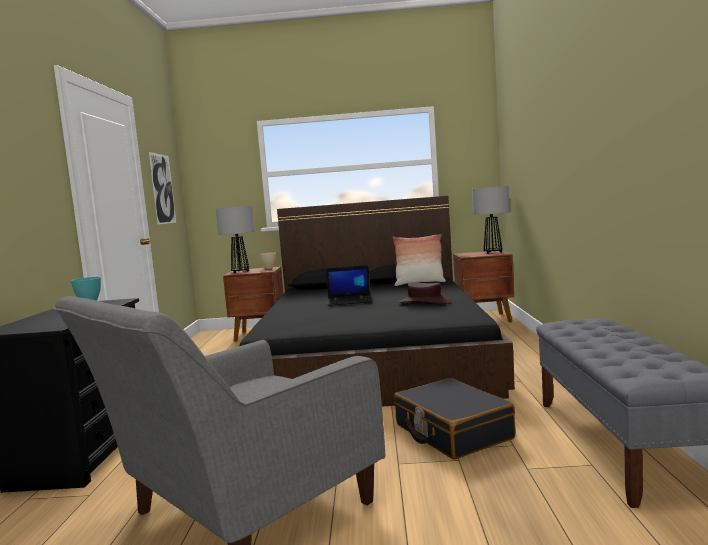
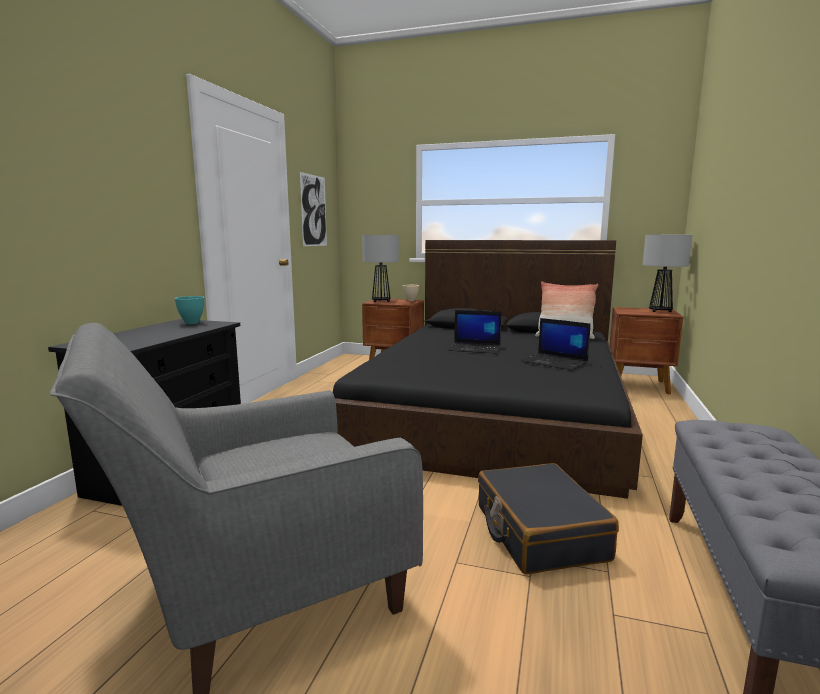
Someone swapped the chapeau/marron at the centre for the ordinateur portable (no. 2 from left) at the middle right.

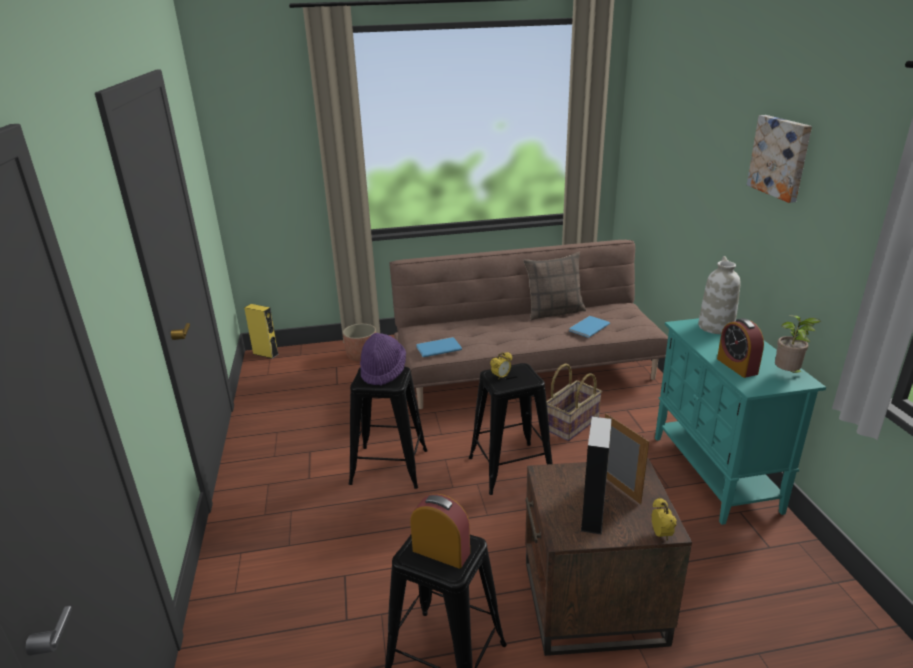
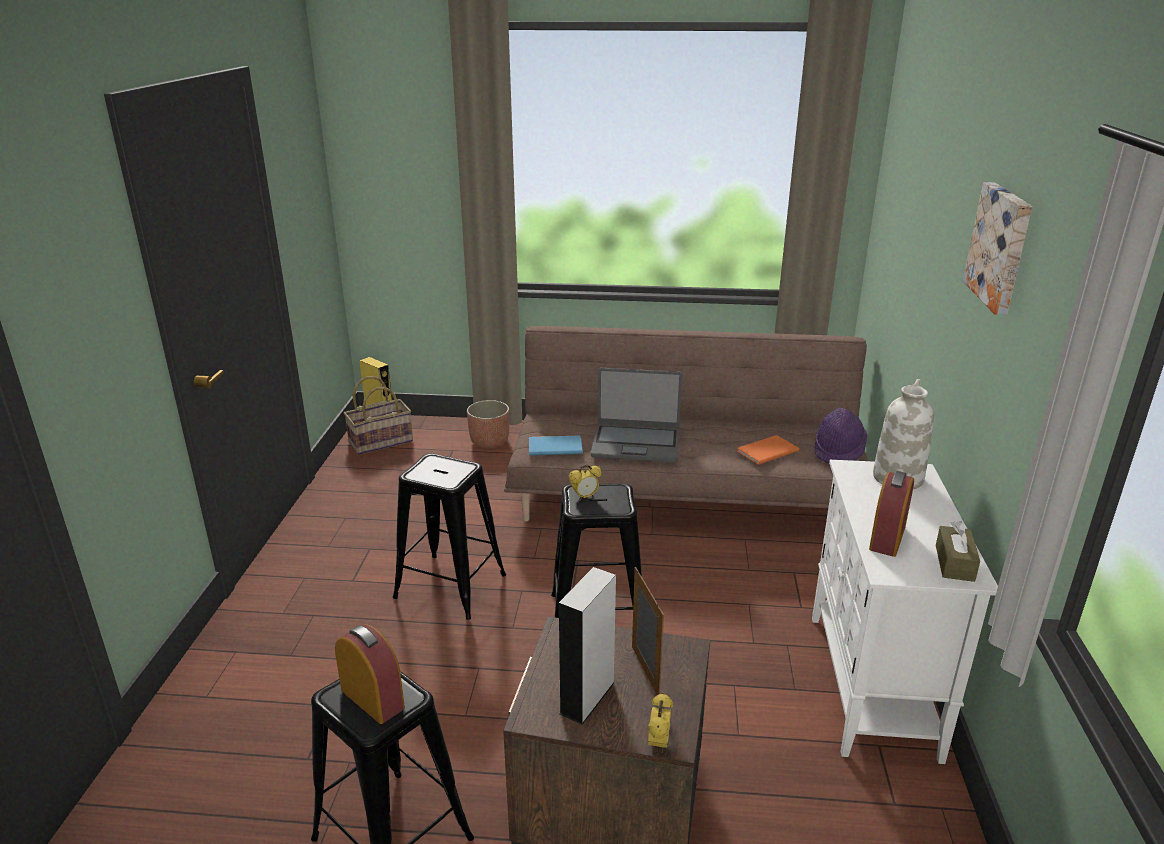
Someone carried the panier from the centre to the middle left. Someone put down the ordinateur portable at the centre. Someone repainted the livre/bleu (no. 2 from left) at the centre, which became the livre/orange at the centre. Someone repainted the meuble de rangement/turquoise at the middle right, which became the meuble de rangement/blanc at the bottom right. Someone carried the chapeau/violet from the centre to the middle right. Someone rotated the réveil (no. 4 from left) at the middle right by 150 degrees counterclockwise. Someone swapped the plante en pot at the middle right for the boîte à mouchoirs/marron at the middle right. Someone took away the coussin at the centre.

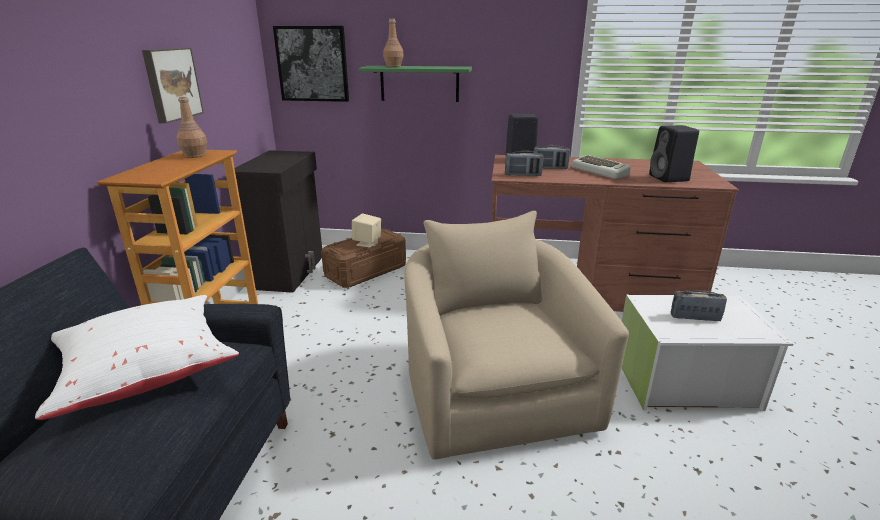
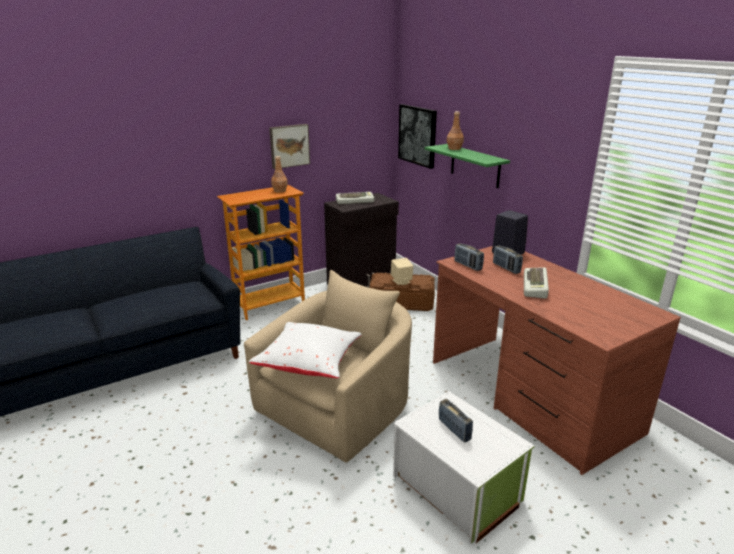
Someone carried the coussin/blanc from the bottom left to the centre. Someone put down the clavier (no. 1 from left) at the centre. Someone took away the enceinte/noir (no. 2 from left) at the top right.

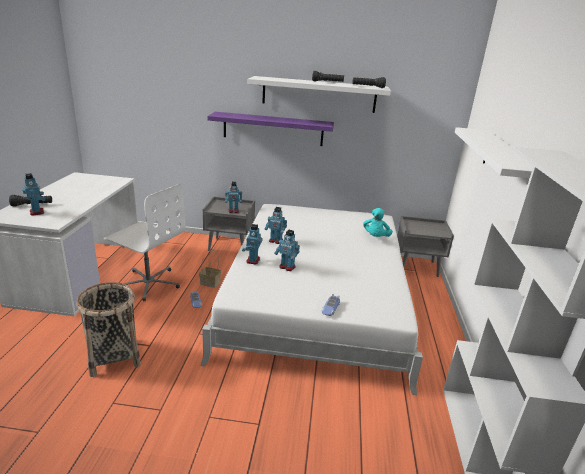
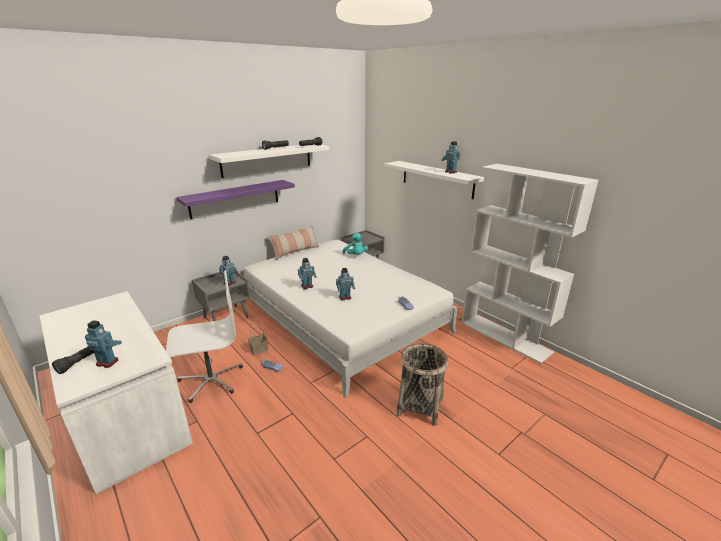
Someone put down the coussin at the centre. Someone carried the panier (no. 1 from left in the first image) from the bottom left to the bottom centre. Someone carried the robot jouet (no. 3 from left in the first image) from the centre to the top centre.

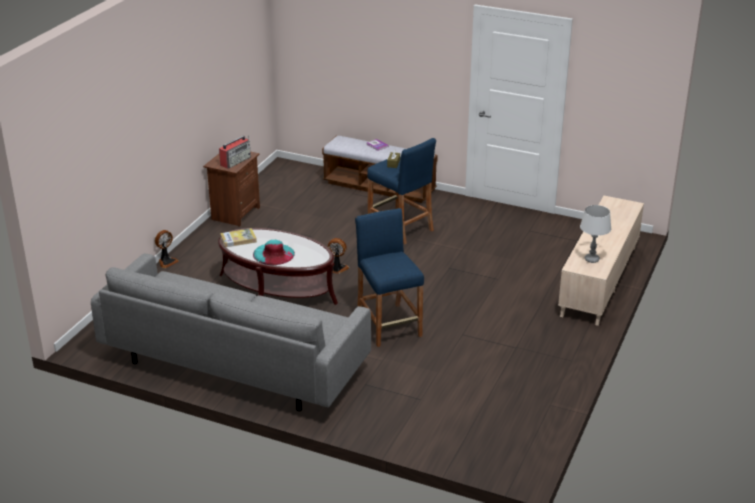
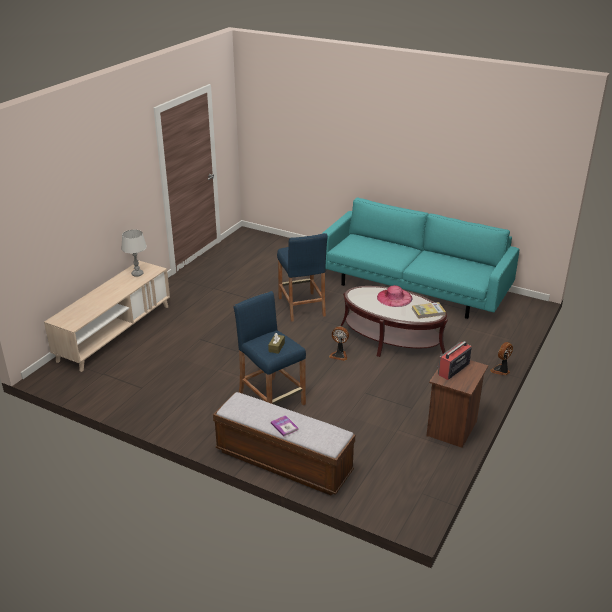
Someone repainted the canapé/gris at the middle left, which became the canapé/turquoise at the middle right. Someone repainted the chapeau/turquoise at the centre, which became the chapeau/rose at the centre.

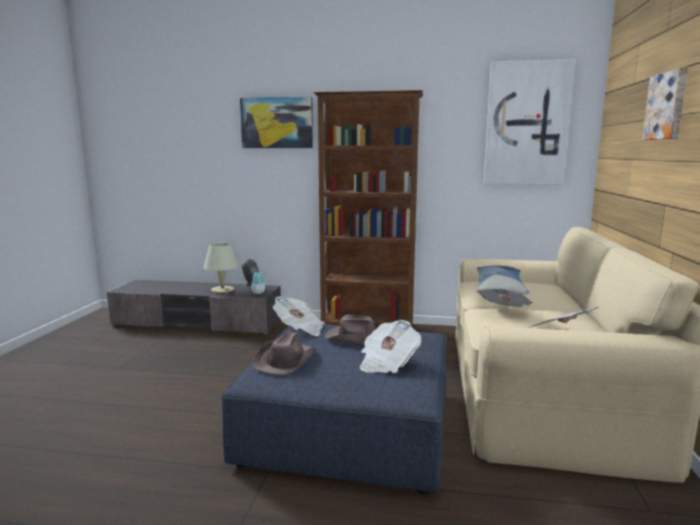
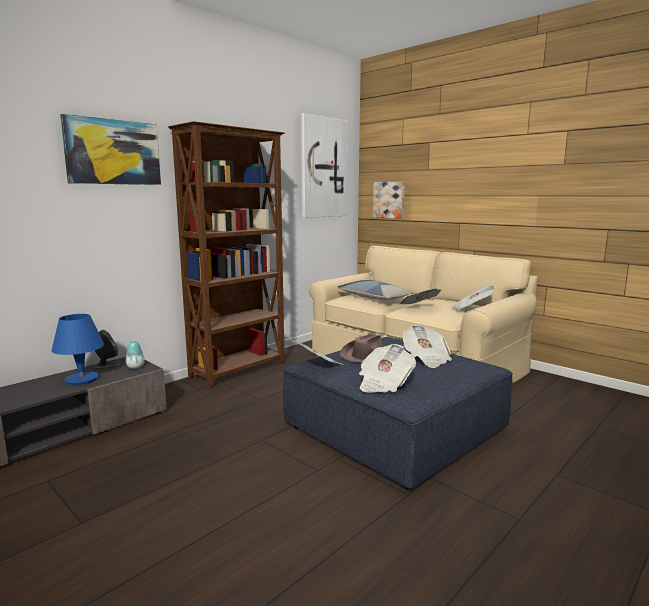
Someone repainted the lampe de table/beige at the middle left, which became the lampe de table/bleu at the middle left. Someone swapped the chapeau/marron (no. 1 from left) at the bottom centre for the journal (no. 2 from left) at the centre. Someone carried the tableau (no. 3 from left) from the top right to the top centre.

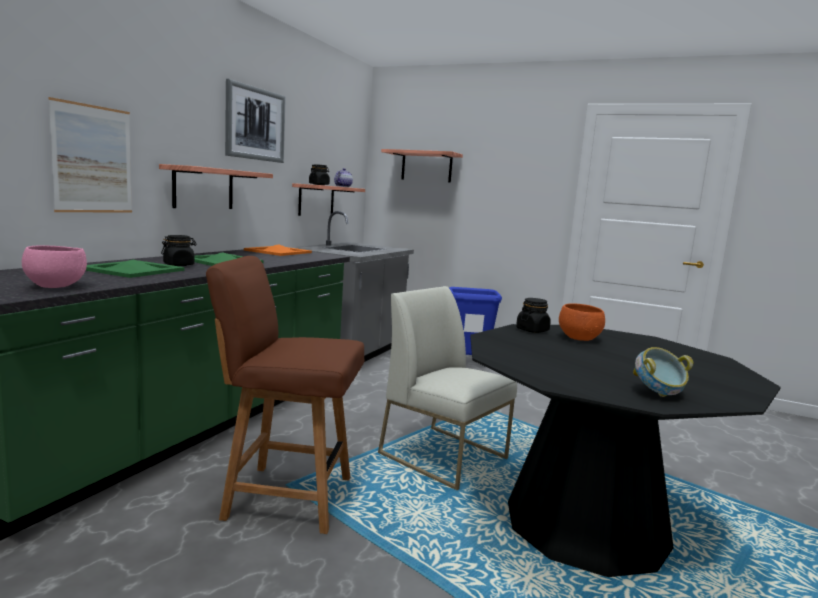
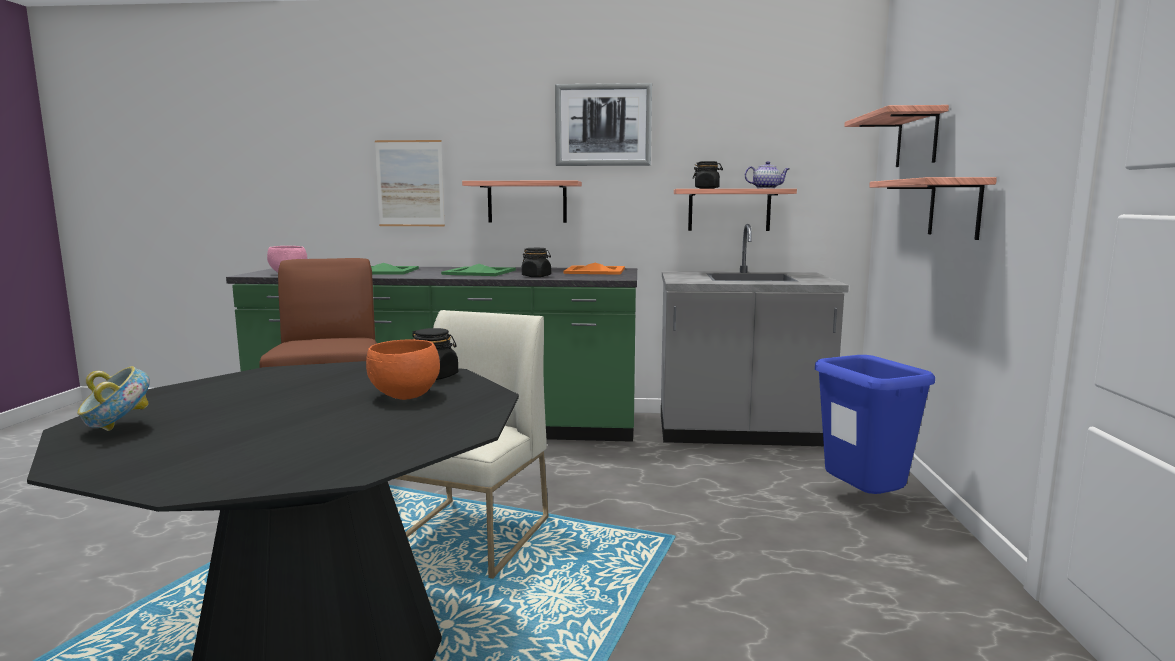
Someone carried the bocal/noir (no. 1 from left in the first image) from the middle left to the centre. Someone put up the étagère (no. 4 from left) at the top right.

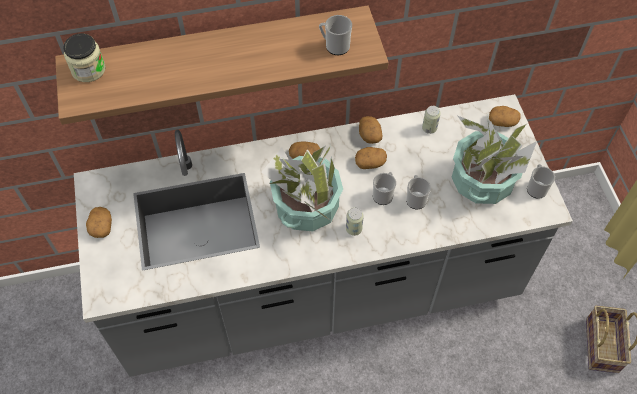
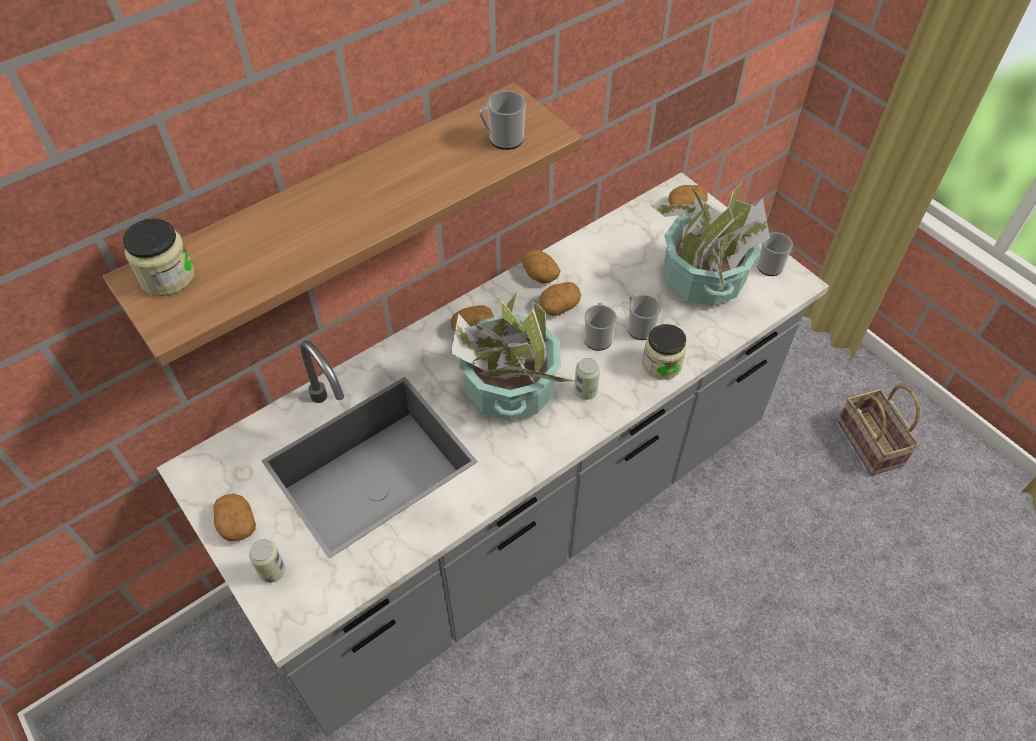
Someone carried the boîte métallique (no. 2 from left in the first image) from the top right to the bottom left. Someone put down the bocal (no. 2 from left) at the centre.

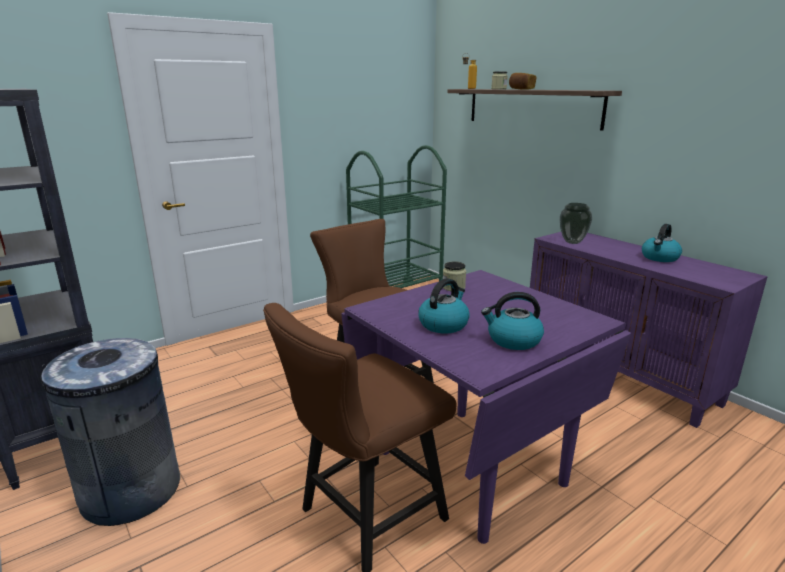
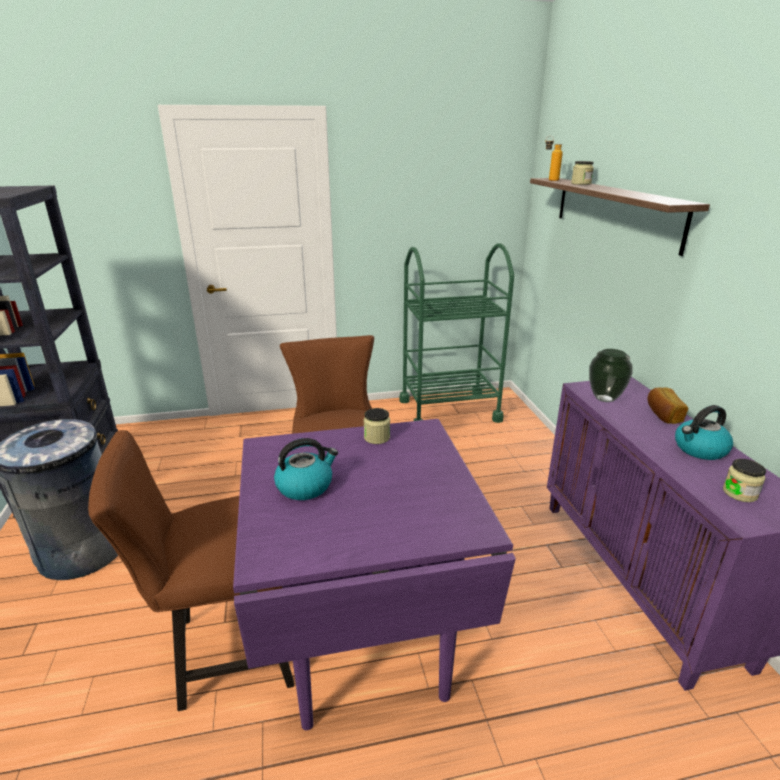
Someone carried the pain from the top centre to the middle right. Someone put down the bocal (no. 3 from left) at the middle right. Someone took away the bouilloire (no. 2 from left) at the centre.

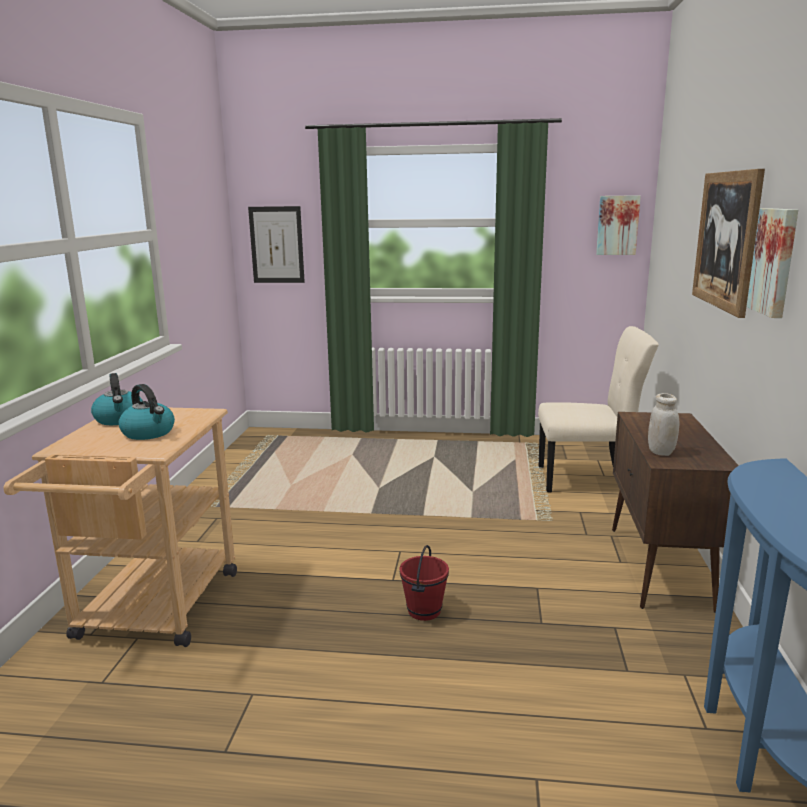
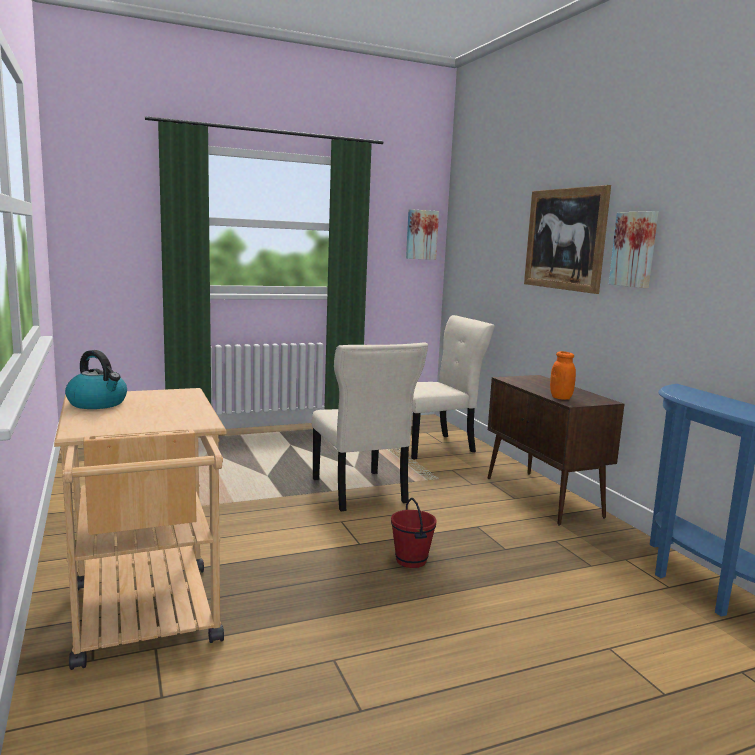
Someone put down the chaise/beige (no. 1 from left) at the centre. Someone repainted the bocal/blanc at the middle right, which became the bocal/orange at the middle right. Someone took away the bouilloire (no. 2 from left) at the middle left. Someone took away the tableau (no. 1 from left) at the top centre.

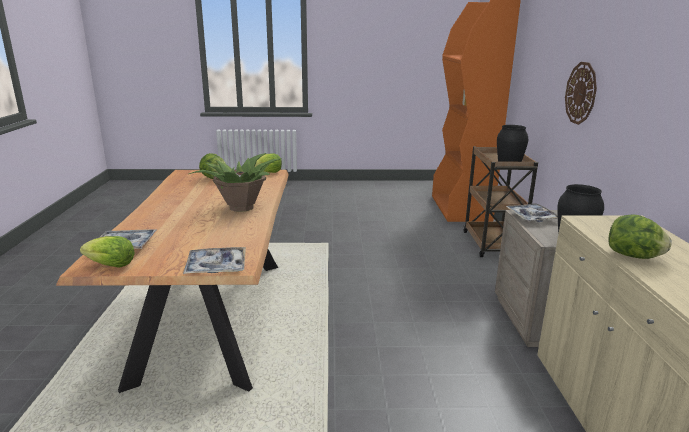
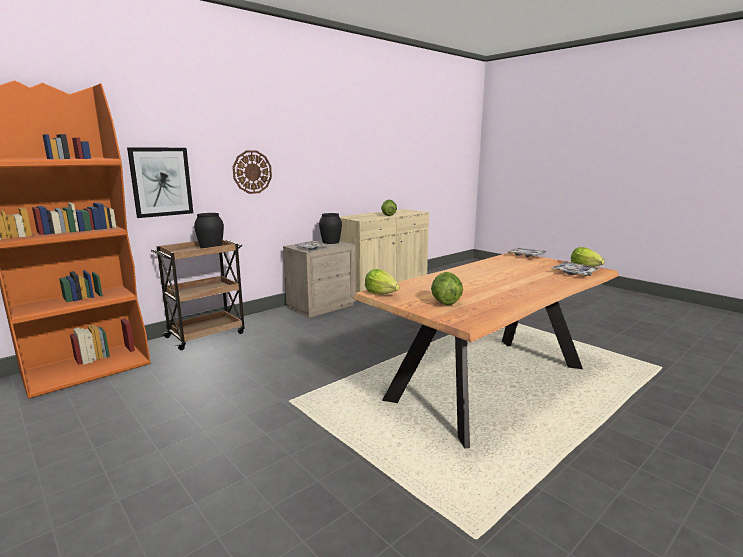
Someone put up the tableau at the top left. Someone took away the plante en pot at the centre.

